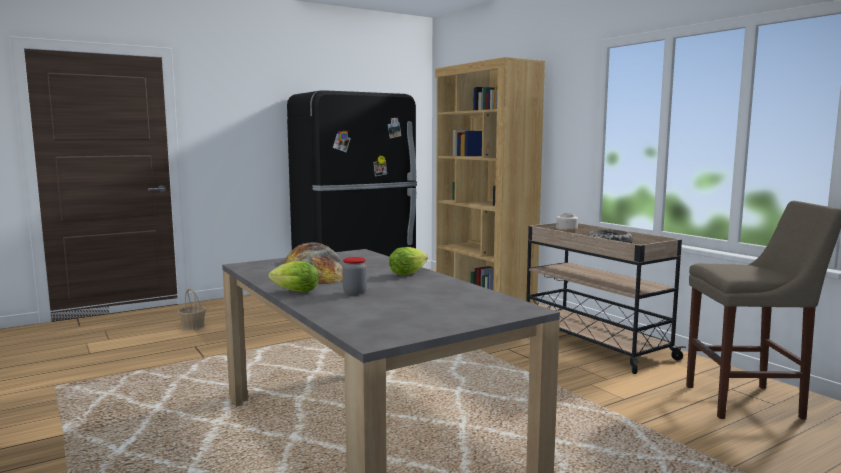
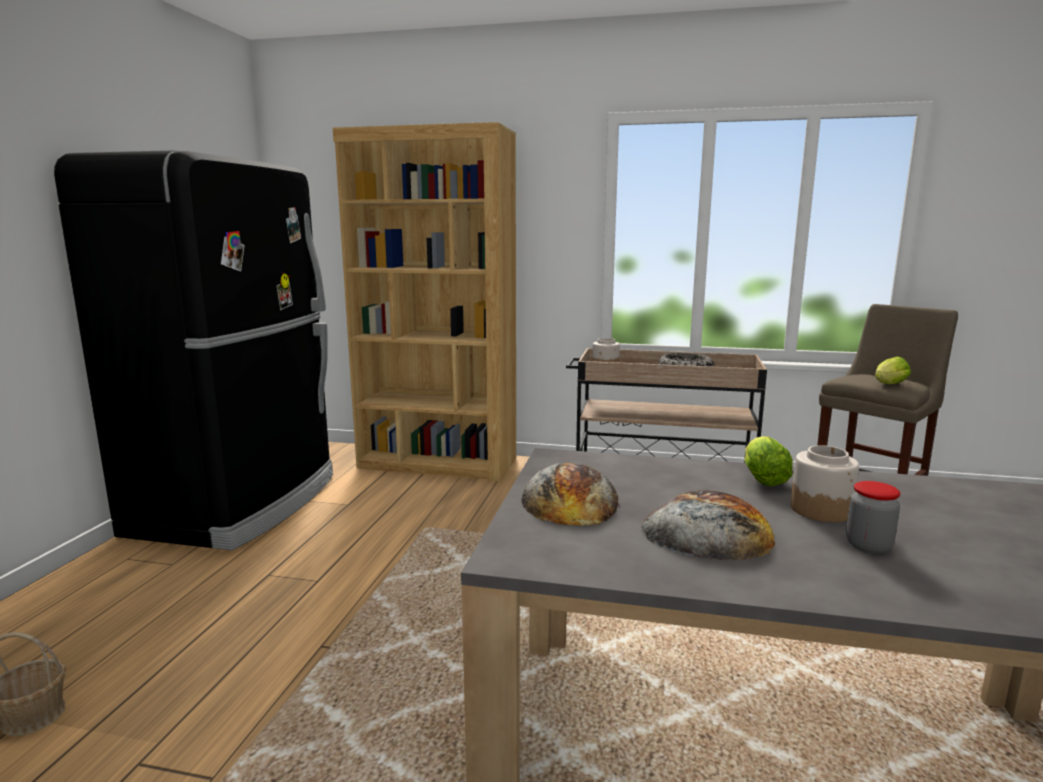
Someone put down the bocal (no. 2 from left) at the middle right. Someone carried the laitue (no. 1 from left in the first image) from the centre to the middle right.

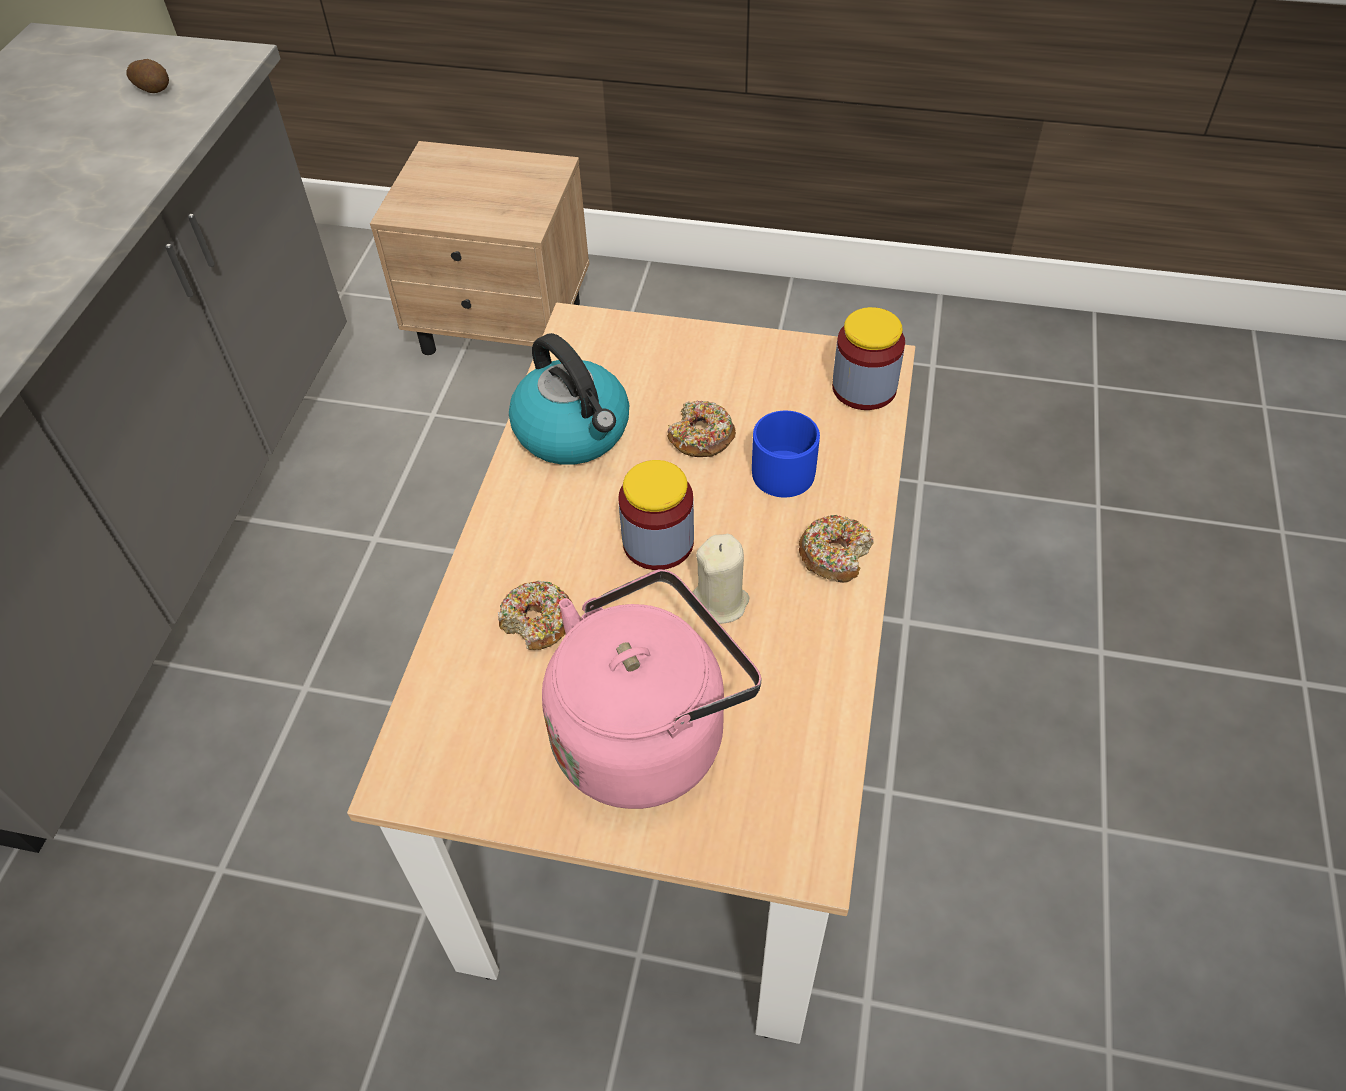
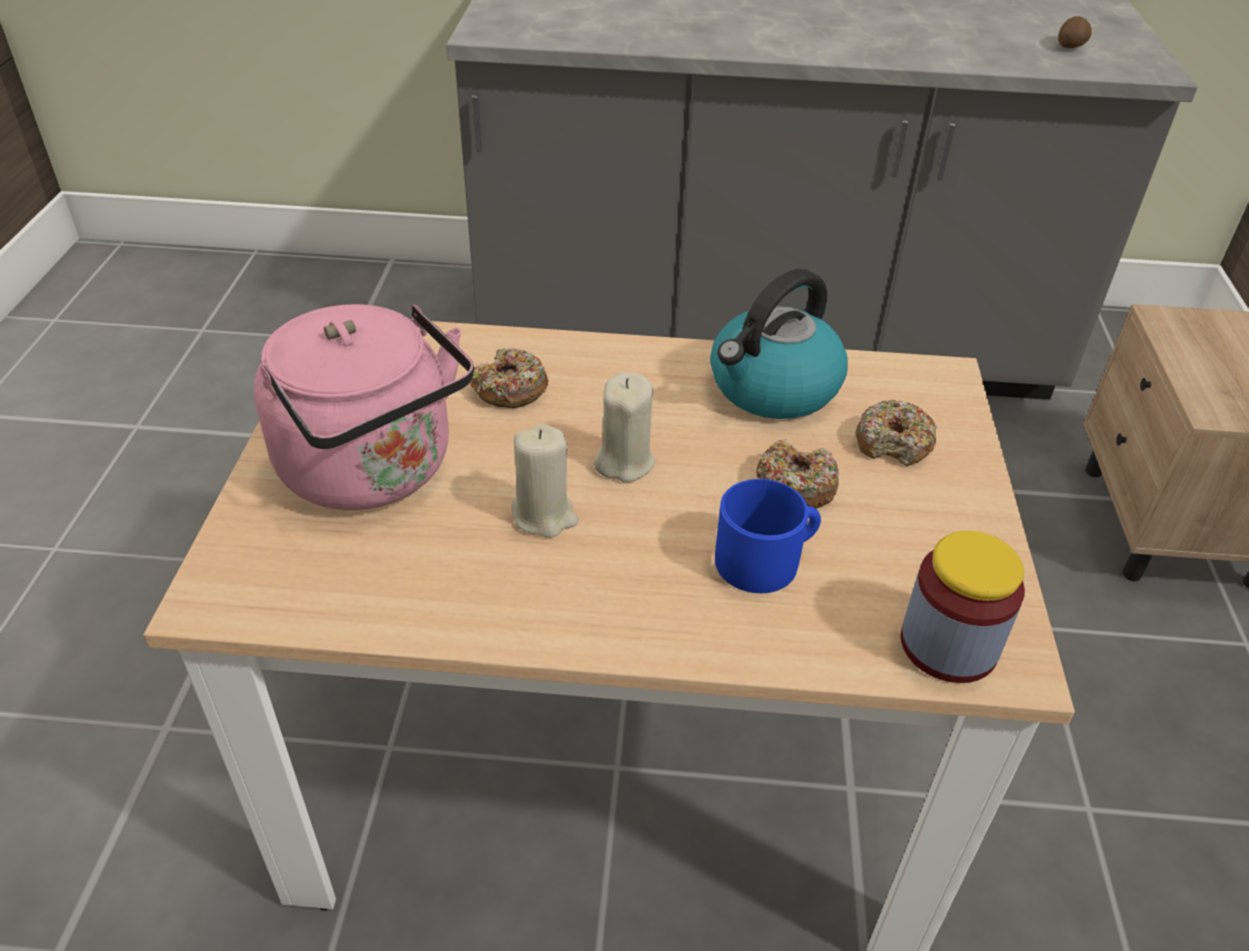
Someone swapped the bocal (no. 1 from left) at the centre for the bougie/beige (no. 2 from left) at the centre. Someone carried the beignet (no. 3 from left) from the centre to the middle right.

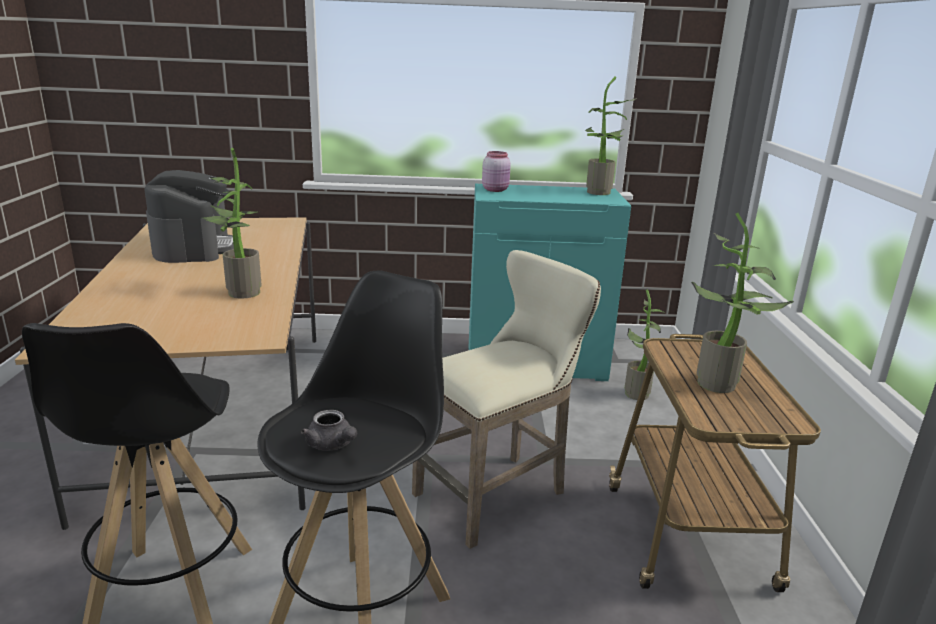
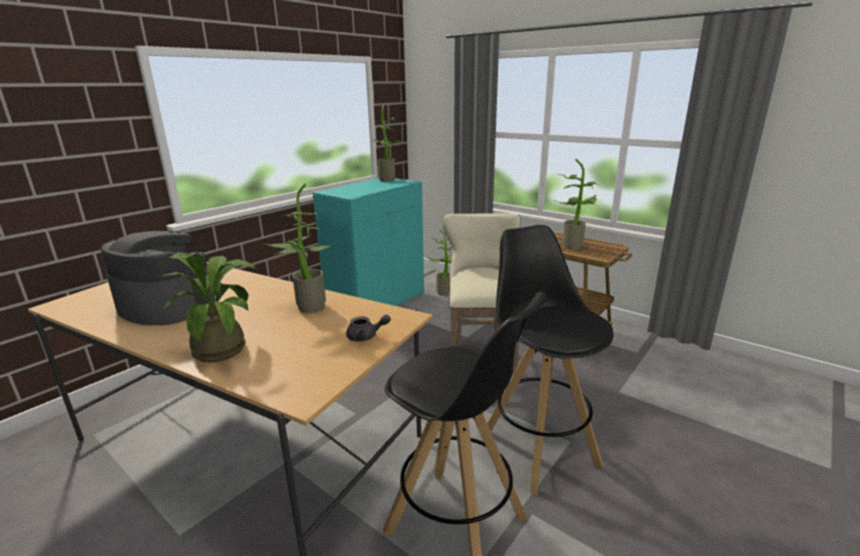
Someone put down the plante en pot (no. 1 from left) at the middle left. Someone carried the théière/gris from the bottom centre to the centre. Someone took away the bocal/rose at the top centre.

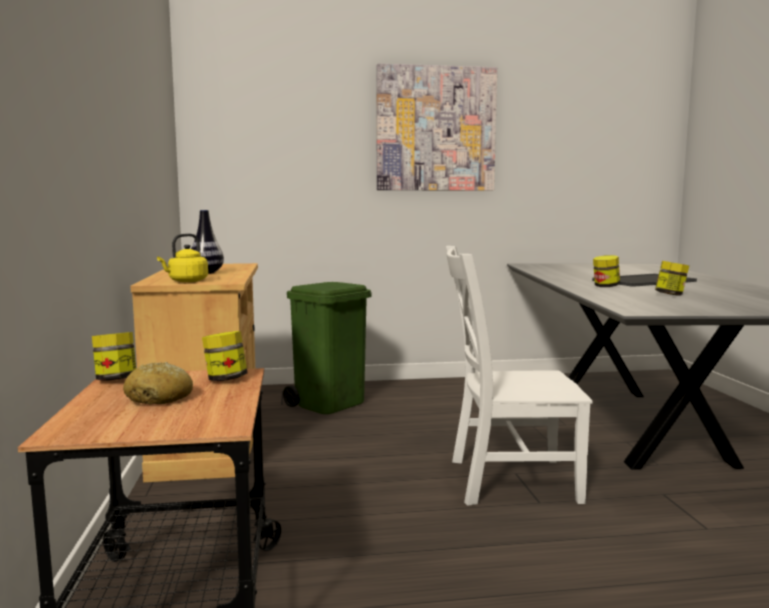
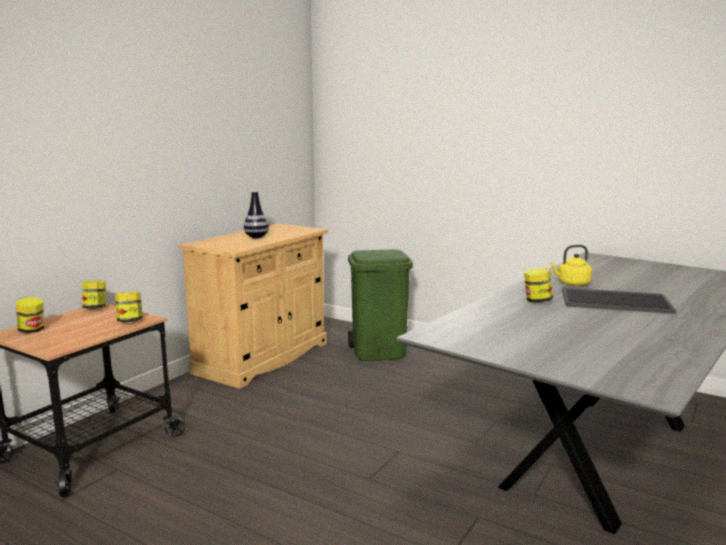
Someone carried the bocal (no. 4 from left in the first image) from the middle right to the middle left. Someone carried the bouilloire/jaune from the middle left to the middle right. Someone took away the pain at the middle left. Someone took away the tableau at the top centre. Someone took away the chaise/blanc at the middle right.

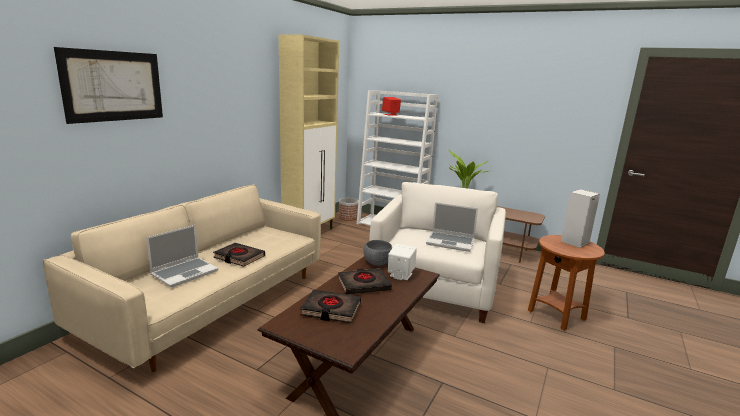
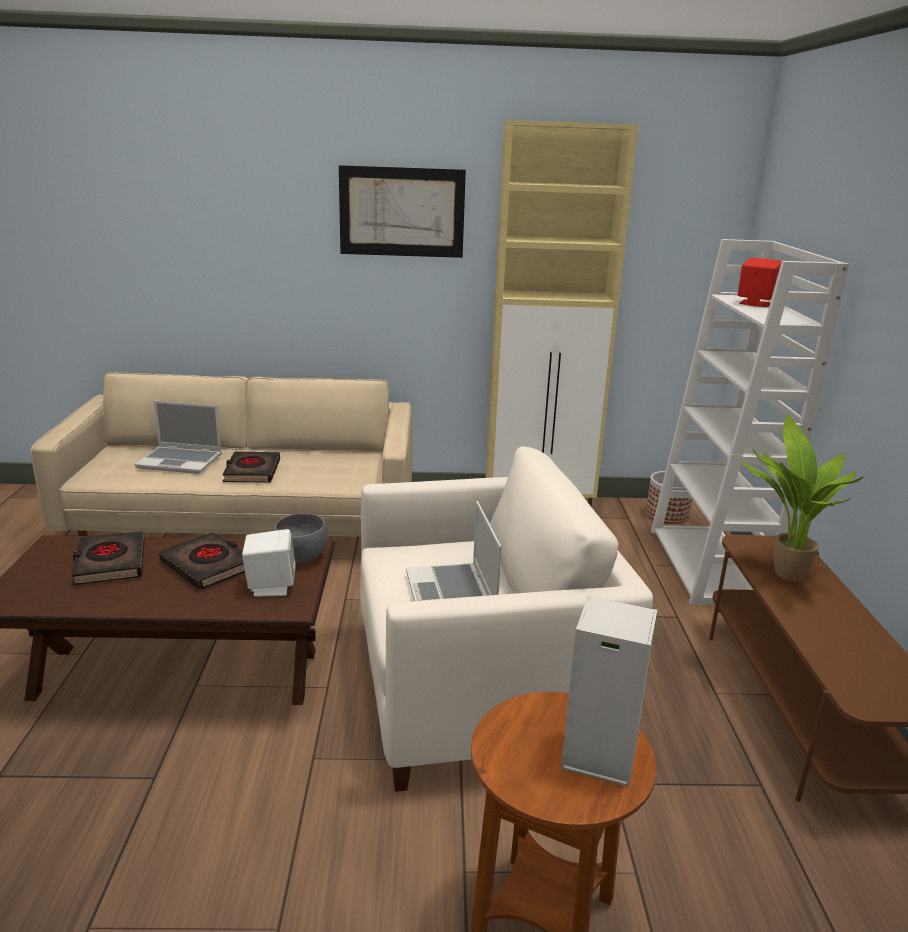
Someone carried the tableau from the top left to the top centre.

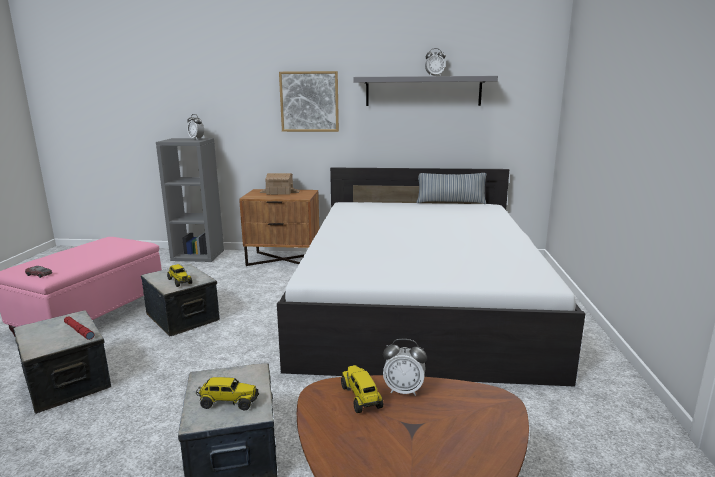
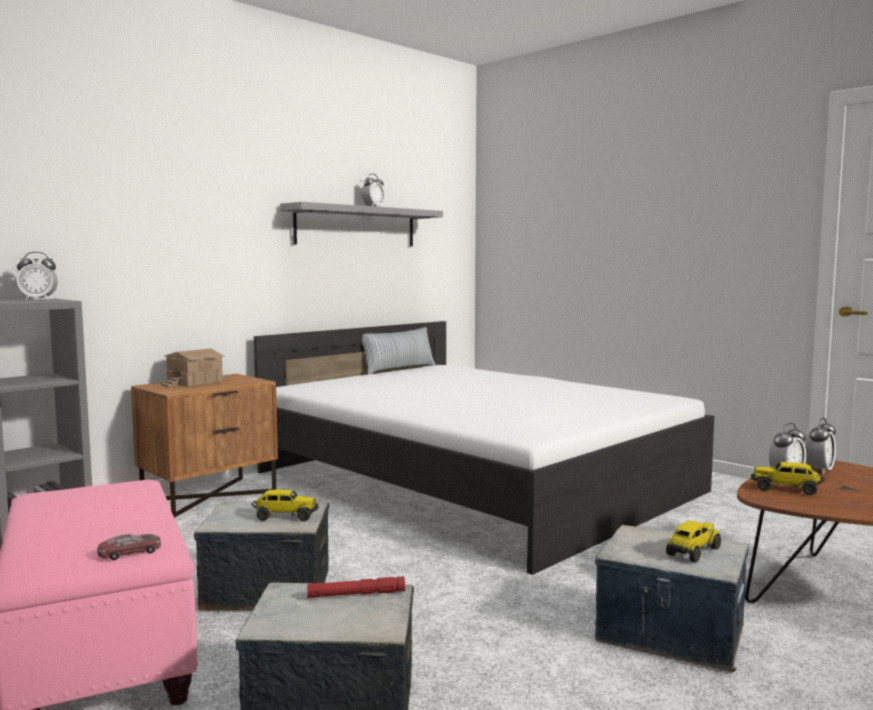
Someone put down the réveil (no. 4 from left) at the middle right. Someone took away the tableau at the top centre.

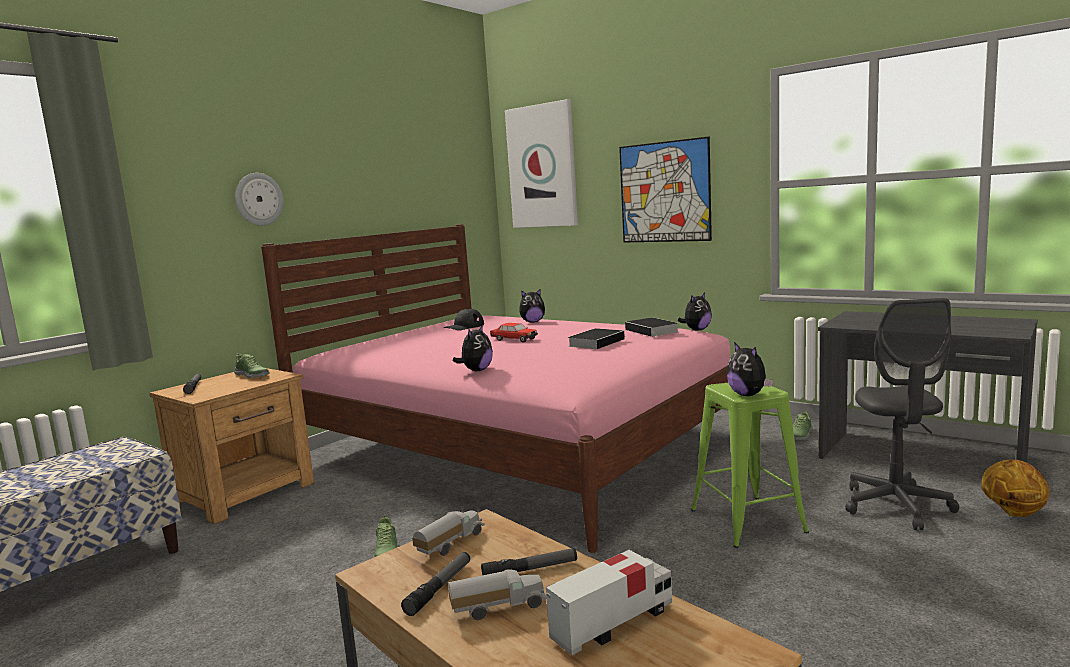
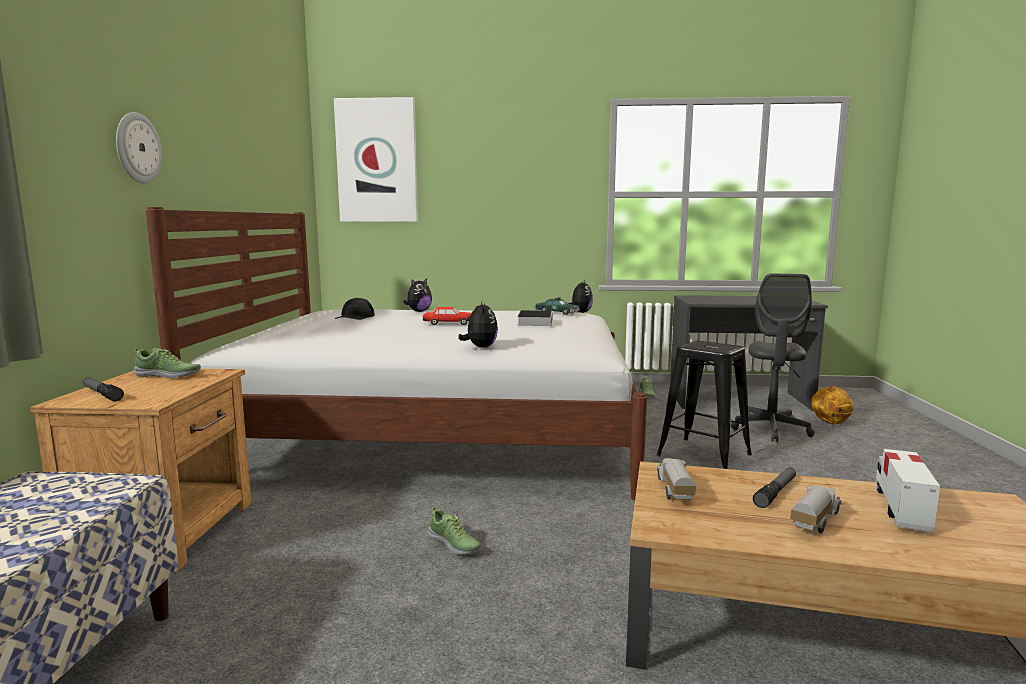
Someone repainted the lit/rose at the centre, which became the lit/blanc at the centre. Someone swapped the livre (no. 2 from left) at the centre for the petite voiture (no. 2 from left) at the centre. Someone repainted the tabouret/vert at the bottom right, which became the tabouret/noir at the middle right. Someone rotated the chaise de bureau/gris at the middle right by 45 degrees clockwise. Someone took away the lampe de poche (no. 2 from left) at the bottom centre. Someone took away the tableau (no. 2 from left) at the top centre. Someone took away the peluche (no. 4 from left) at the middle right.

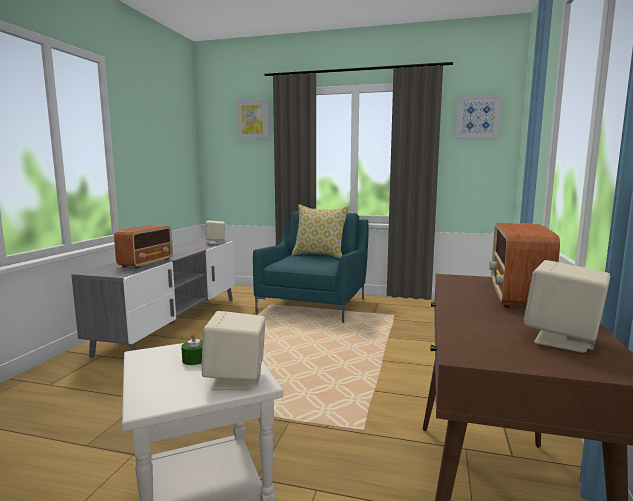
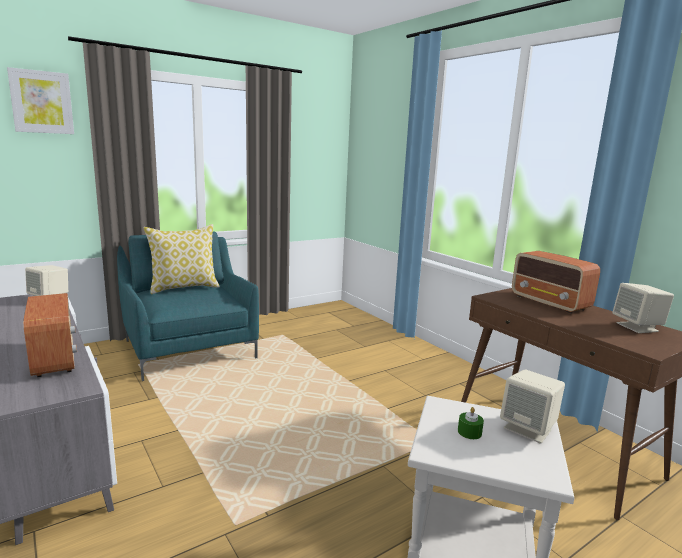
Someone took away the tableau (no. 2 from left) at the top right.

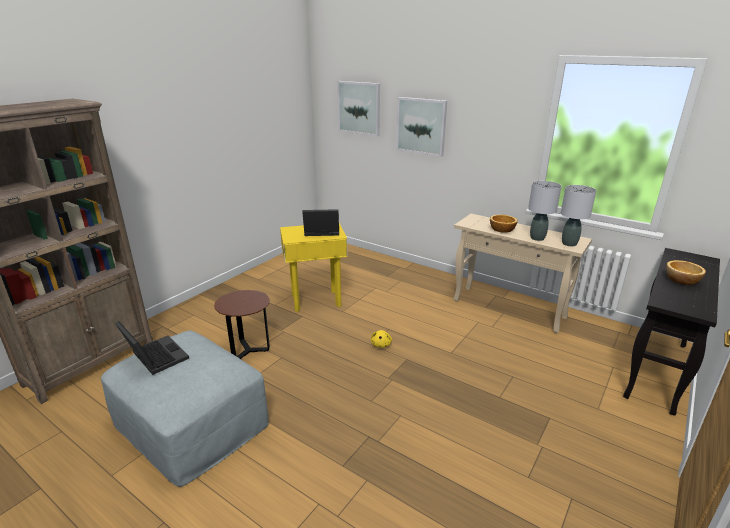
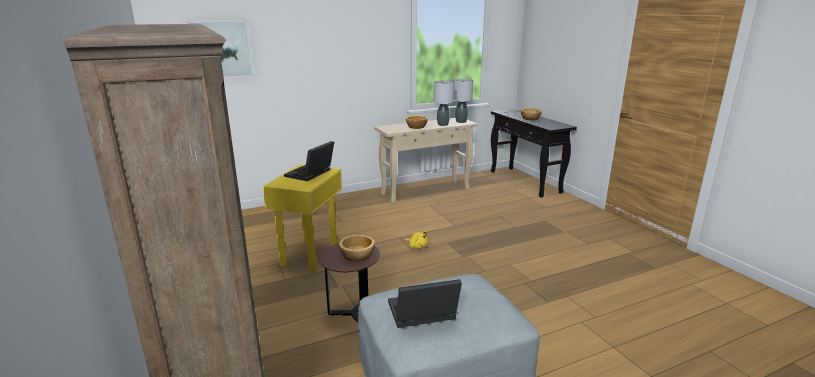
Someone put down the bol (no. 1 from left) at the centre. Someone took away the tableau (no. 2 from left) at the top centre.

